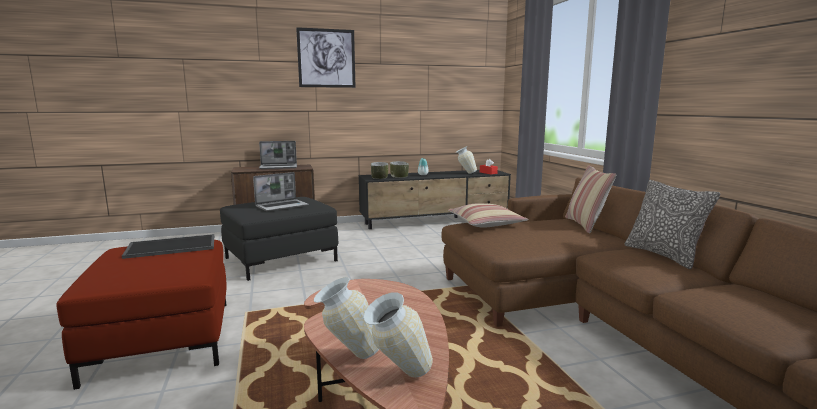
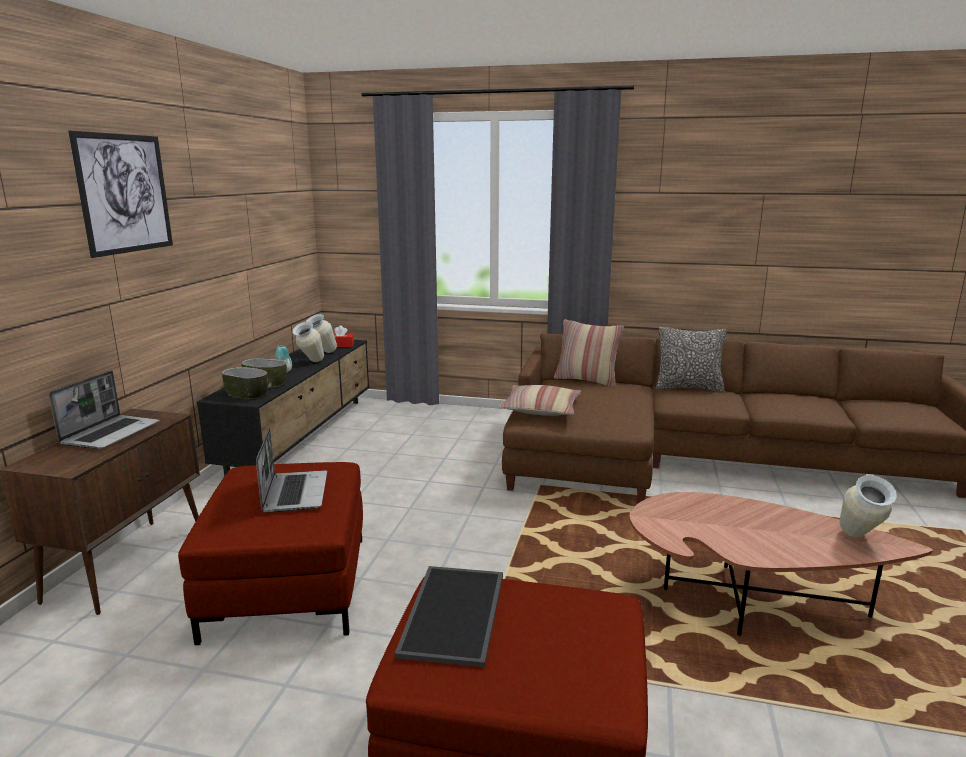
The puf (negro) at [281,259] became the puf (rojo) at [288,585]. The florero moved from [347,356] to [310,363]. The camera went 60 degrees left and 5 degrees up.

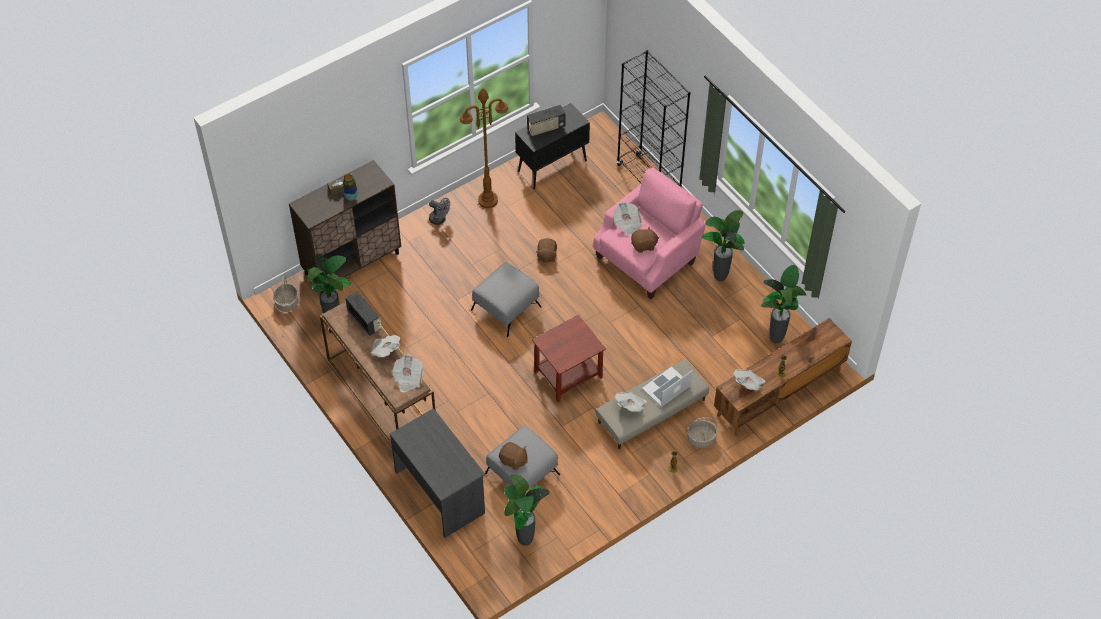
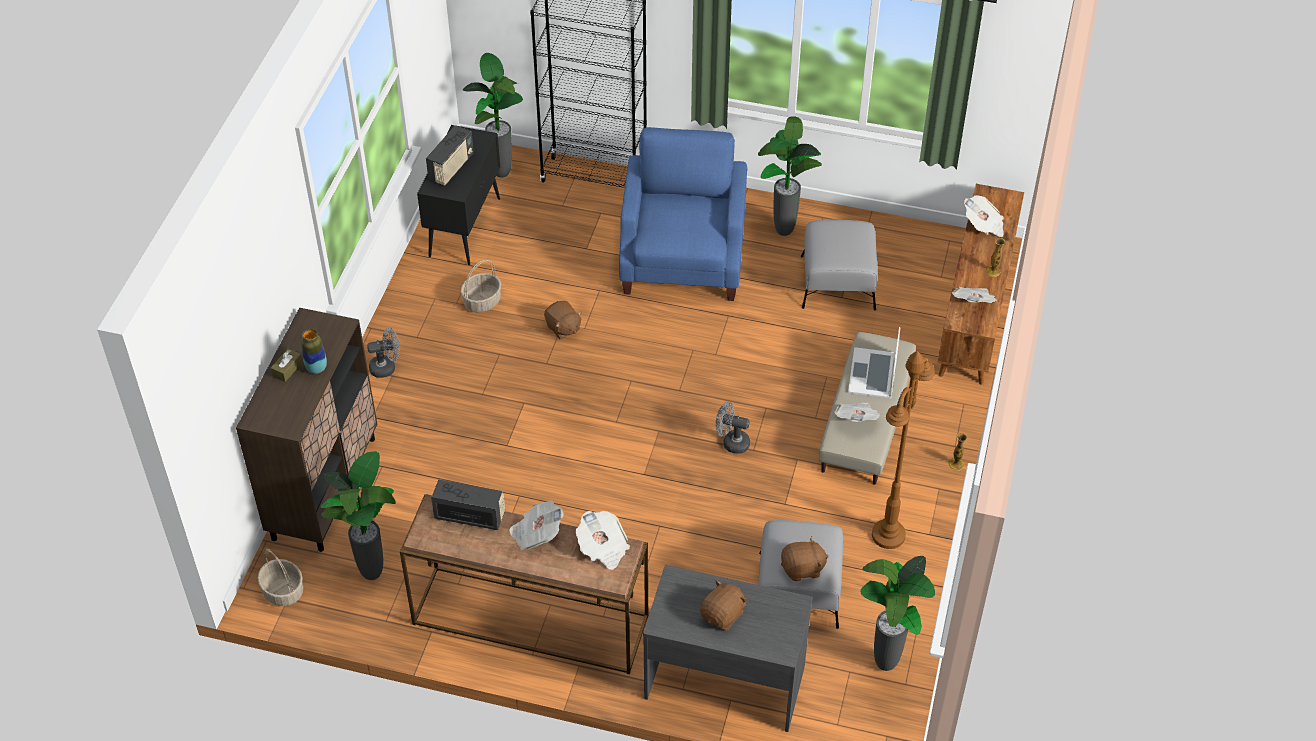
The lámpara de pie (marrón) moved from [487,200] to [888,535]. The sillón (rosa) at [647,258] became the sillón (azul) at [683,260]. The periódico moved from [627,224] to [983,225]. The peluche (marrón) moved from [644,245] to [723,614]. The puf (gris) moved from [506,308] to [838,282]. The planta en maceta moved from [777,339] to [502,172]. The mesa auxiliar (marrón) at [568,375] was replaced by the ventilador (gris) at [731,442]. The cesta moved from [701,438] to [482,301]. The camera went 40 degrees left and 5 degrees down.

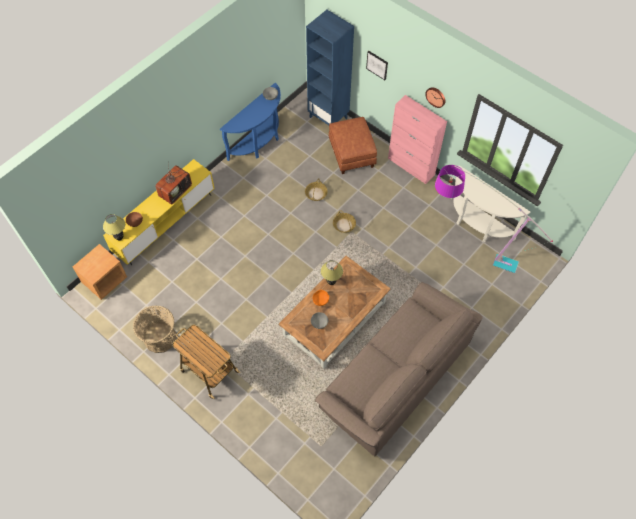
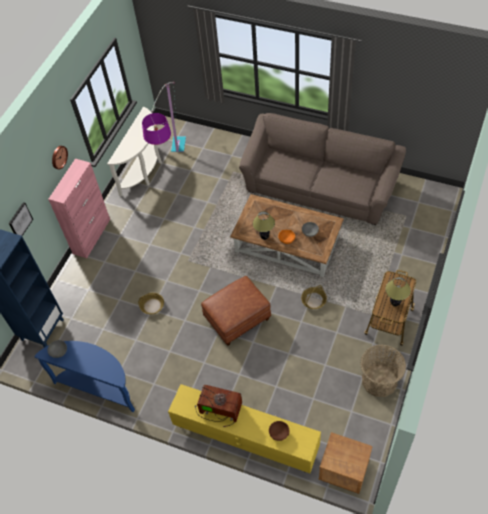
The puf (marrón) moved from [352,154] to [237,318]. The cesta moved from [344,225] to [313,300]. The lámpara de mesa moved from [119,238] to [395,303]. The camera went 105 degrees left and 5 degrees down.

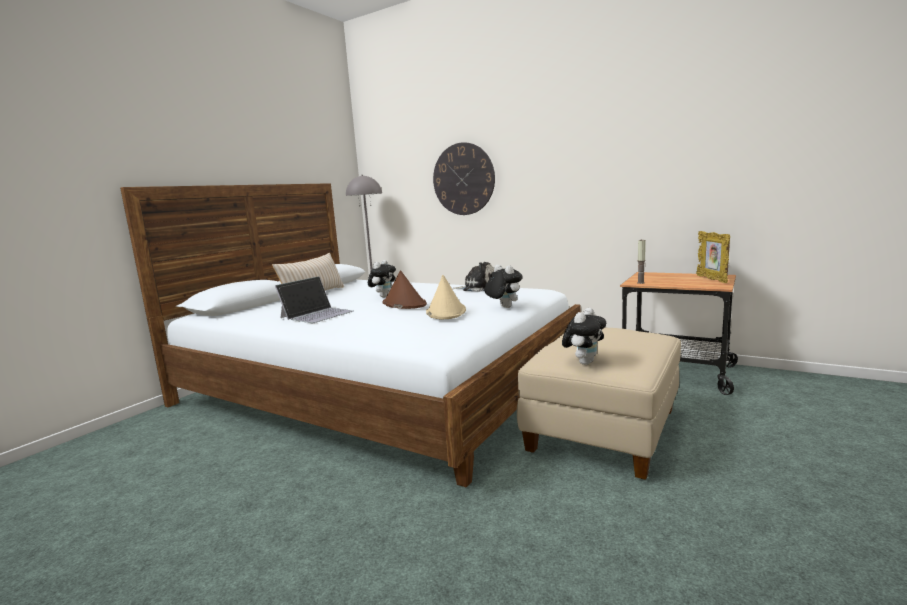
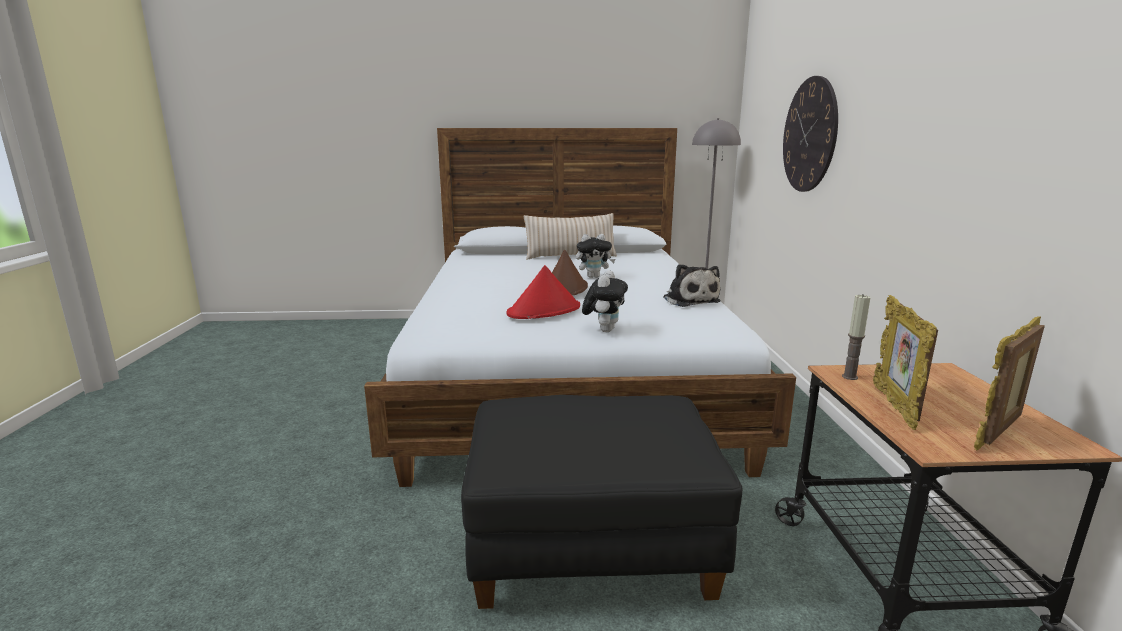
The sombrero (beis) at [445,312] became the sombrero (rojo) at [544,311]. The portátil at [317,314] disappeared. The peluche at [584,362] disappeared. The puf (beis) at [602,430] became the puf (negro) at [591,545]. The portarretratos at [894,406] appeared. The camera went 55 degrees right and 5 degrees up.

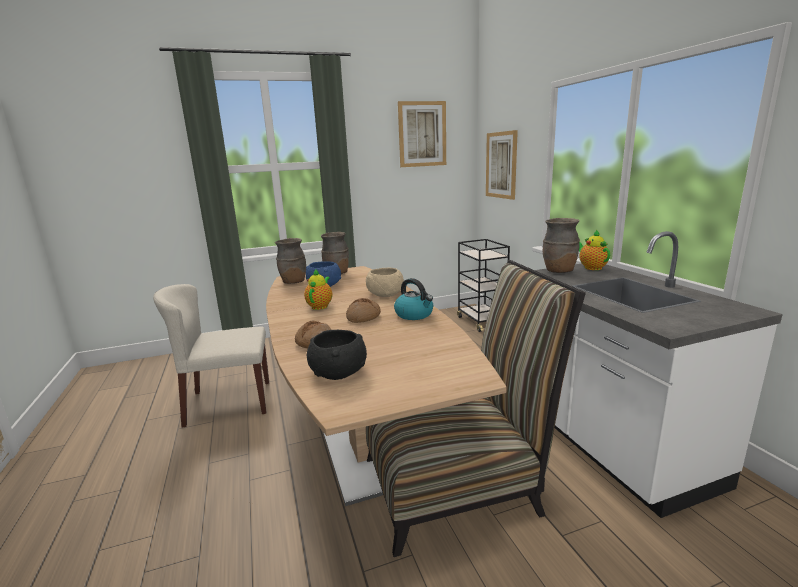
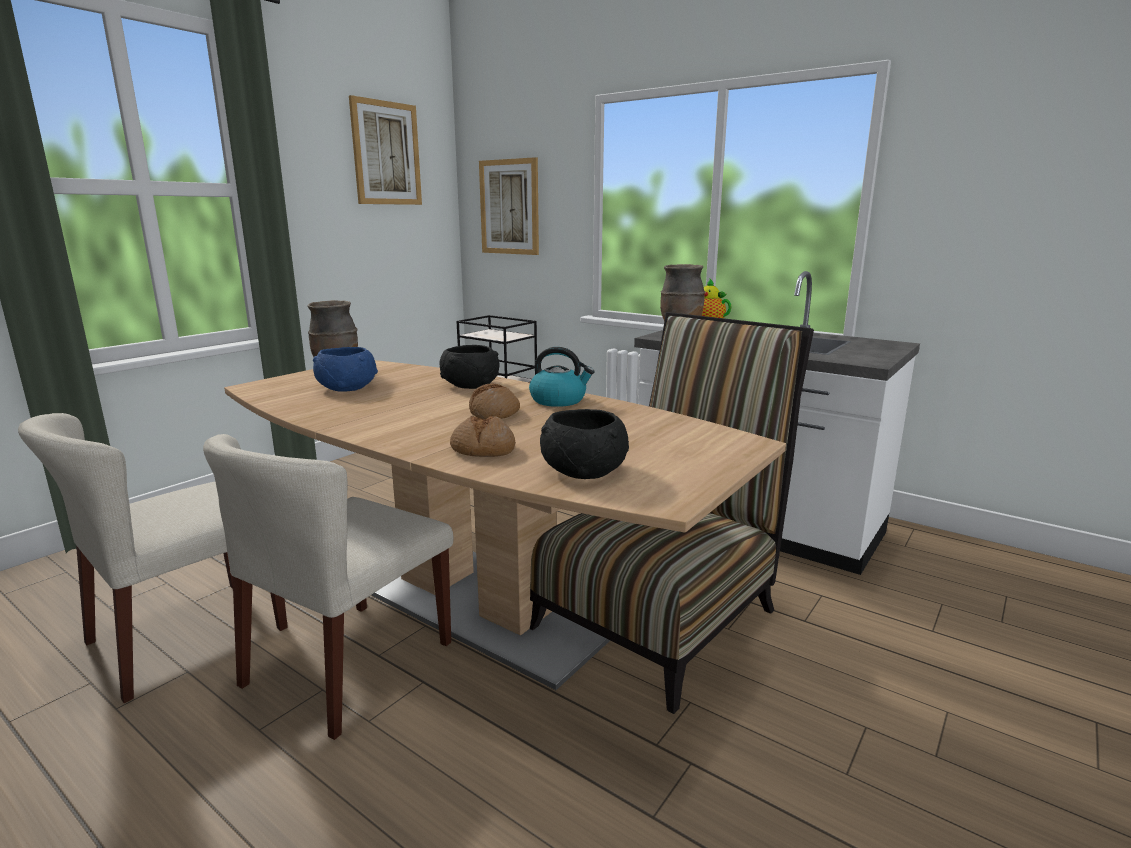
The florero (marrón) at [293,282] disappeared. The cuenco (beis) at [385,294] became the cuenco (negro) at [470,385]. The tetera at [320,306] disappeared. The silla (beis) at [349,664] appeared. The camera went 35 degrees left and 0 degrees up.

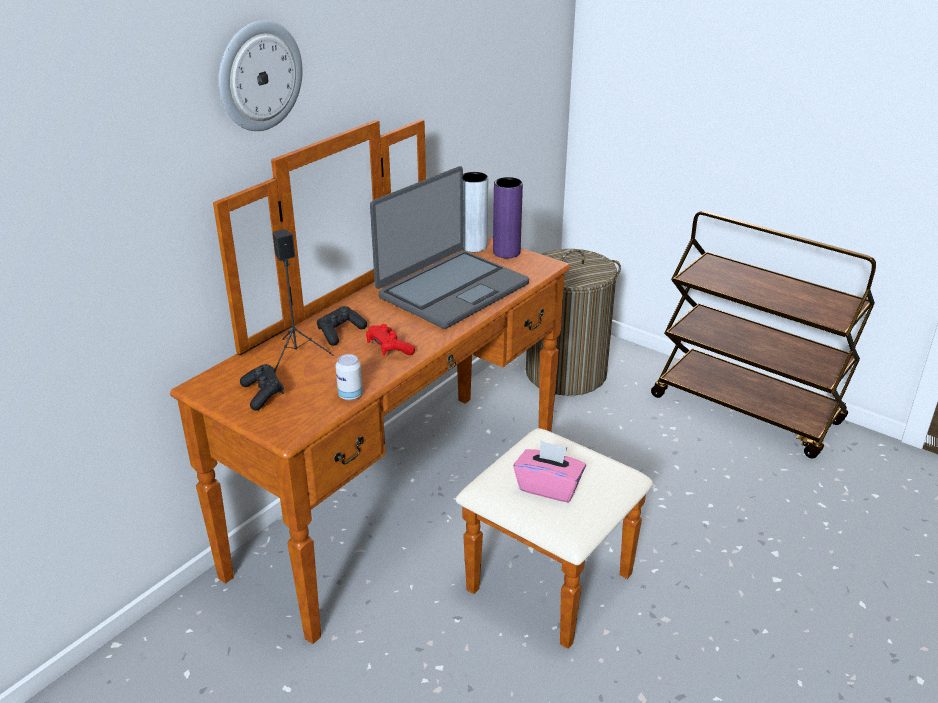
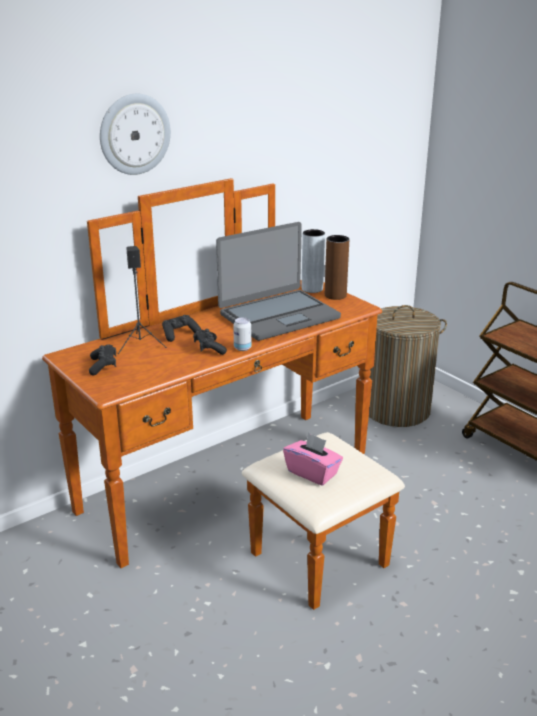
The florero (morado) at [506,252] became the florero (marrón) at [335,295]. The mando de consola (rojo) at [389,349] became the mando de consola (negro) at [209,348]. The lata moved from [350,395] to [242,348]. The camera went 15 degrees right and 5 degrees down.

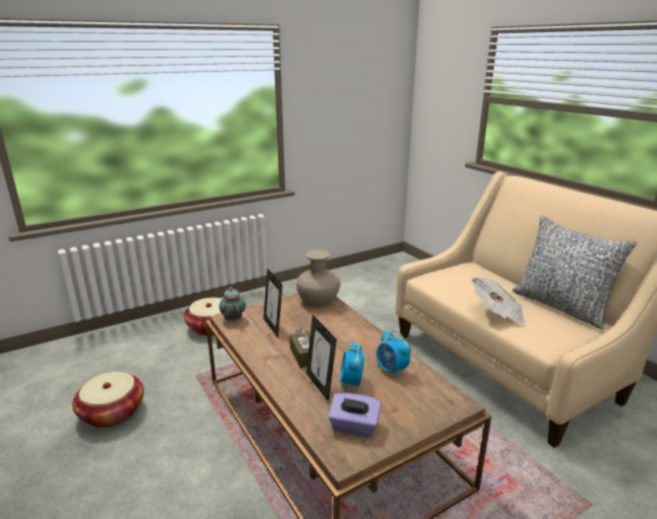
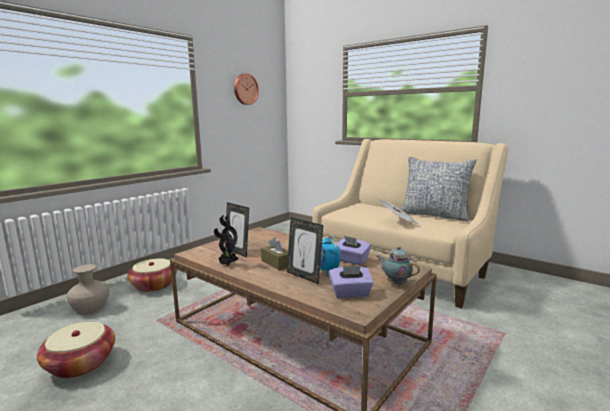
The florero (beis) moved from [318,300] to [90,308]. The tetera moved from [233,319] to [395,283]. The despertador at [391,370] was replaced by the caja de pañuelos (morado) at [351,260]. The reloj de pared at [245,89] appeared. The planta en maceta at [227,265] appeared. The camera went 20 degrees left and 10 degrees down.

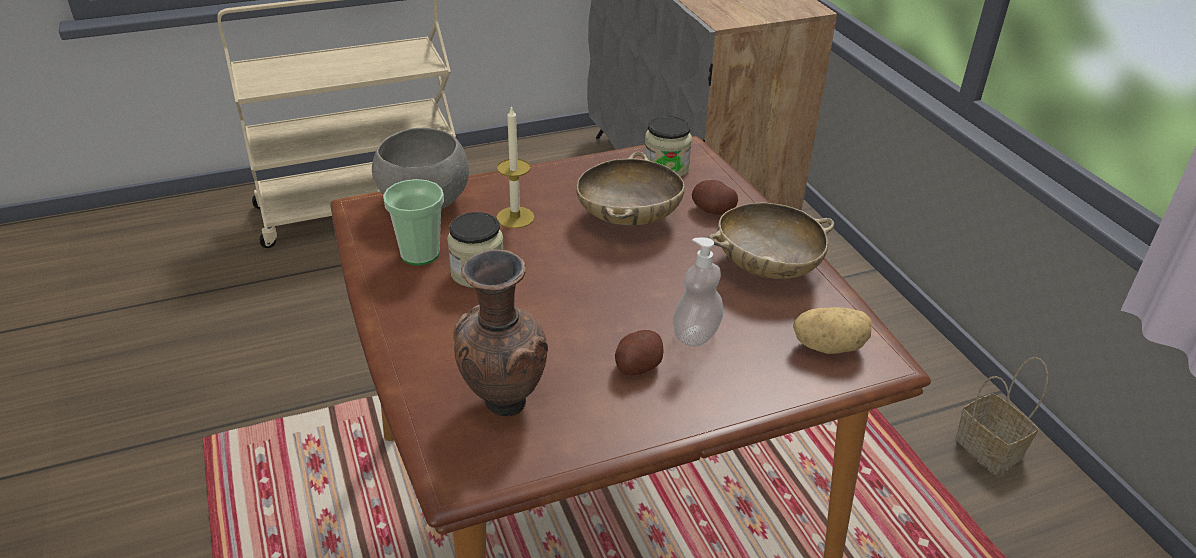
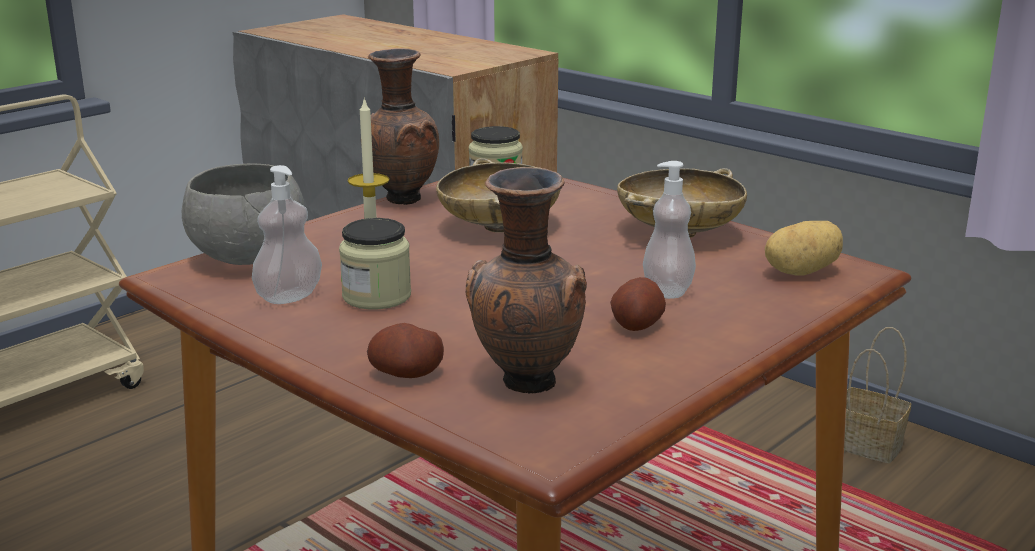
The taza at [420,254] was replaced by the dispensador de jabón at [289,297]. The patata moved from [713,210] to [406,374]. The florero (marrón) at [401,200] appeared. The camera went 25 degrees left and 15 degrees down.

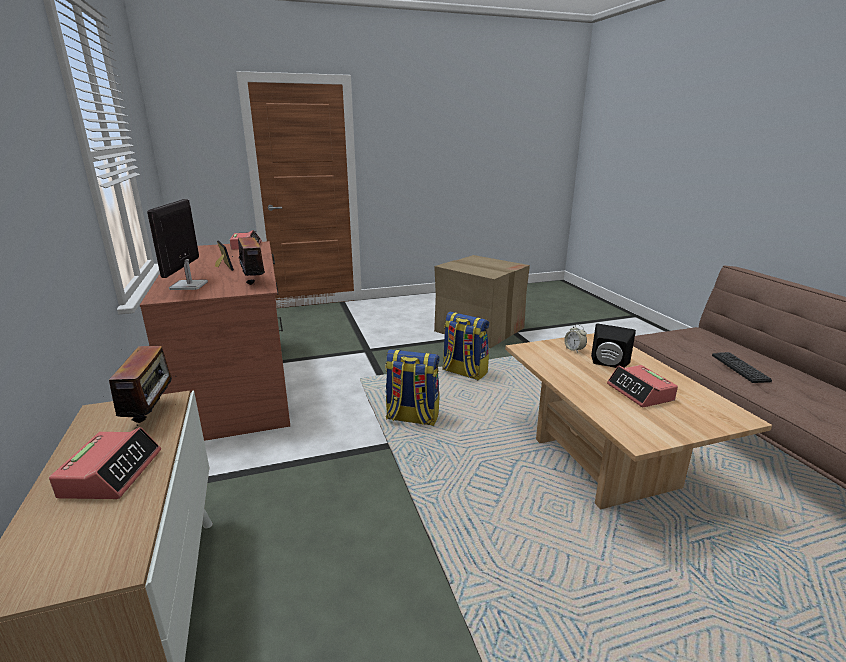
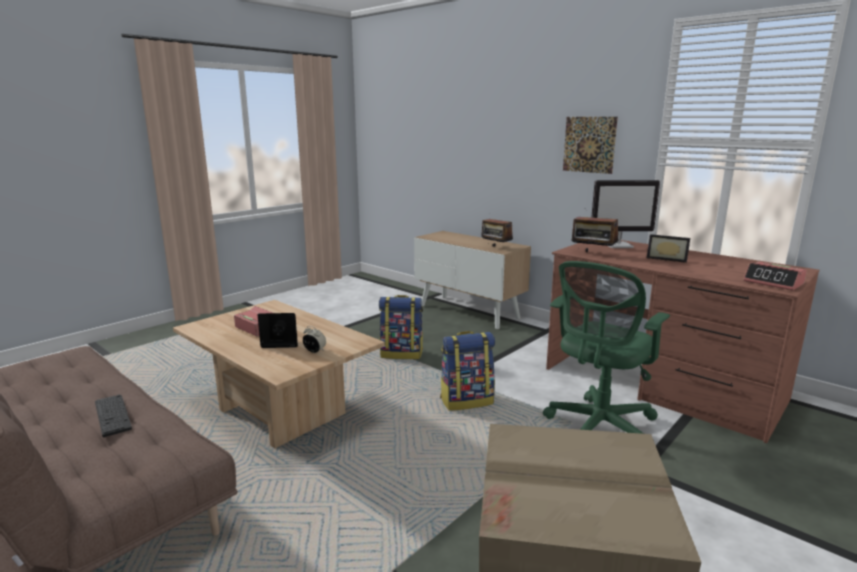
The monitor at [188,286] turned 120 degrees clockwise. The mochila moved from [464,372] to [402,354]. The despertador at [112,473] disappeared. The cuadro at [589,144] appeared. The silla de oficina (verde) at [598,428] appeared. The camera went 150 degrees right and 5 degrees down.

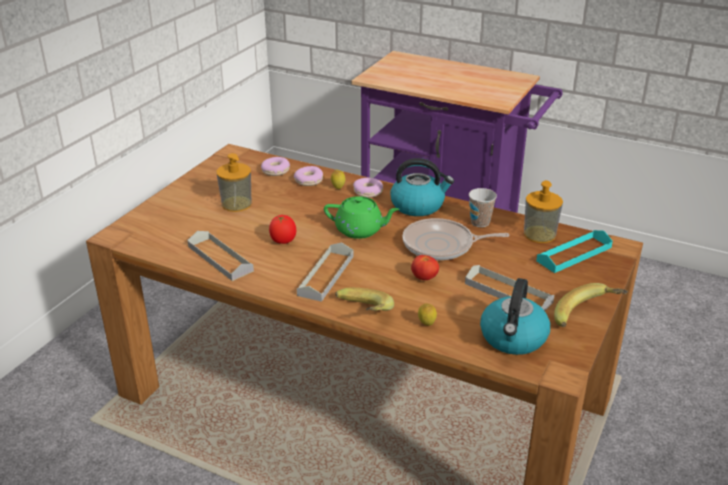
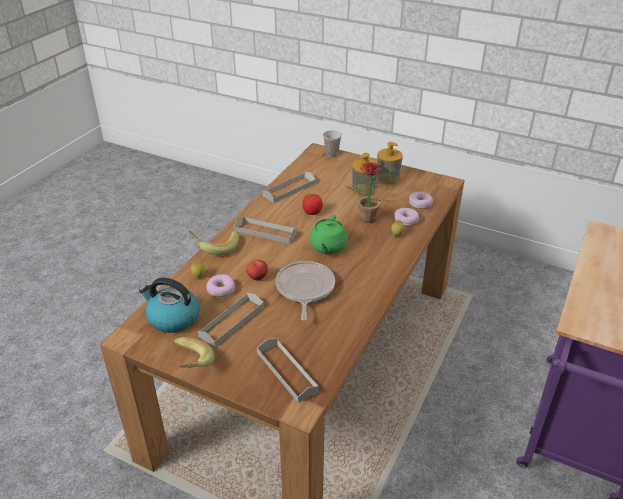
The hervidor at [418,205] disappeared. The rosquilla moved from [368,192] to [220,289]. The dispensador de jabón moved from [539,234] to [387,178]. The taza moved from [480,222] to [331,153]. The bandeja (turquesa) at [574,254] became the bandeja (gris) at [287,371]. The planta en maceta at [365,220] appeared. The camera went 90 degrees right and 5 degrees up.

